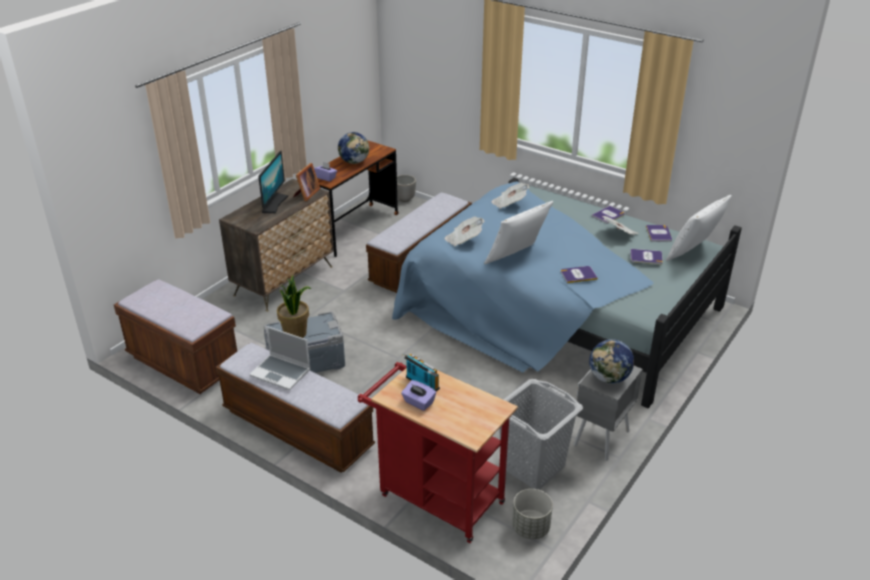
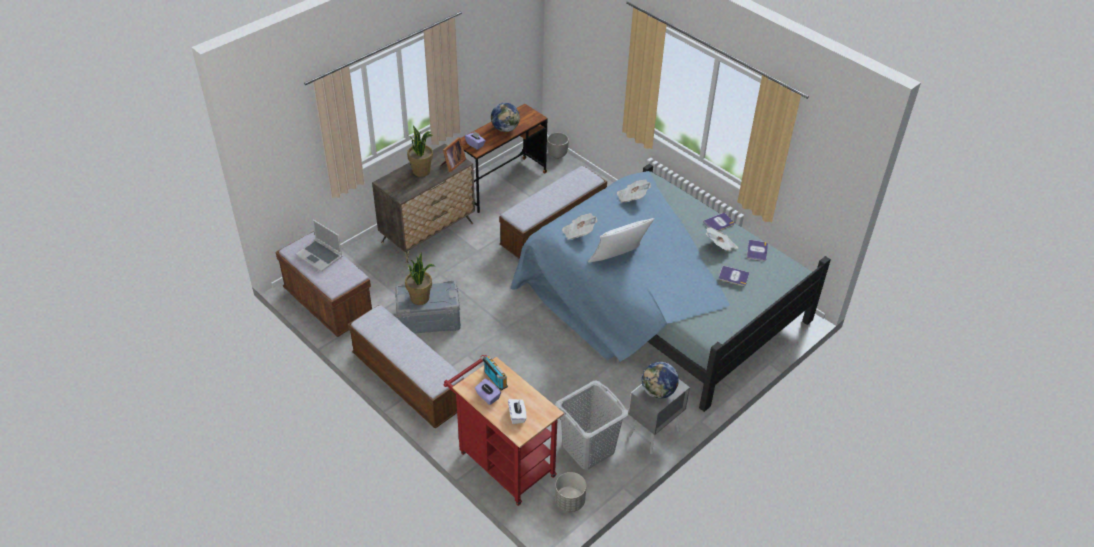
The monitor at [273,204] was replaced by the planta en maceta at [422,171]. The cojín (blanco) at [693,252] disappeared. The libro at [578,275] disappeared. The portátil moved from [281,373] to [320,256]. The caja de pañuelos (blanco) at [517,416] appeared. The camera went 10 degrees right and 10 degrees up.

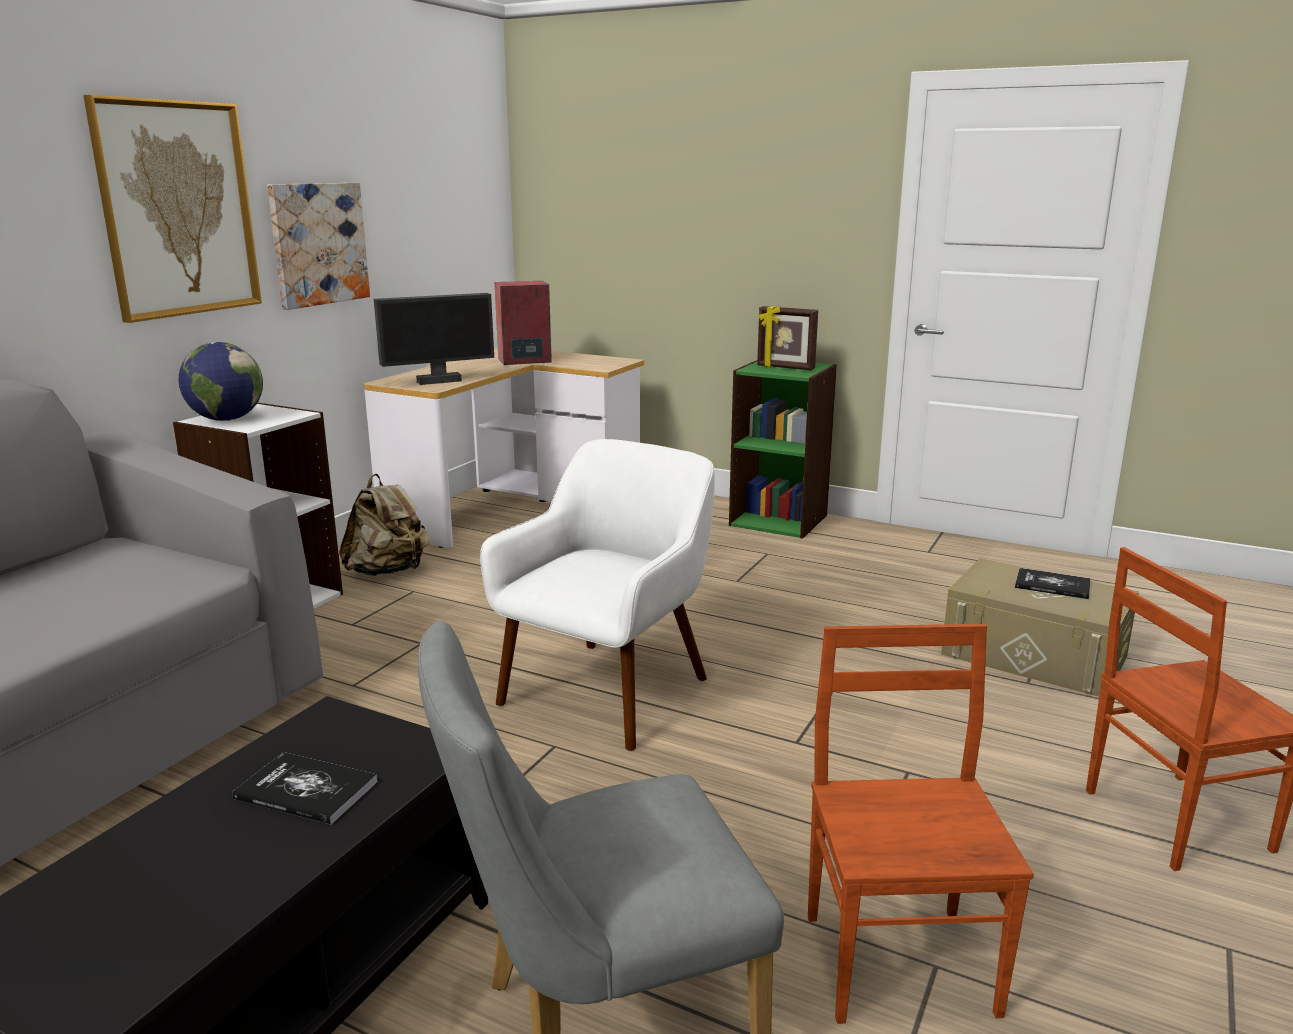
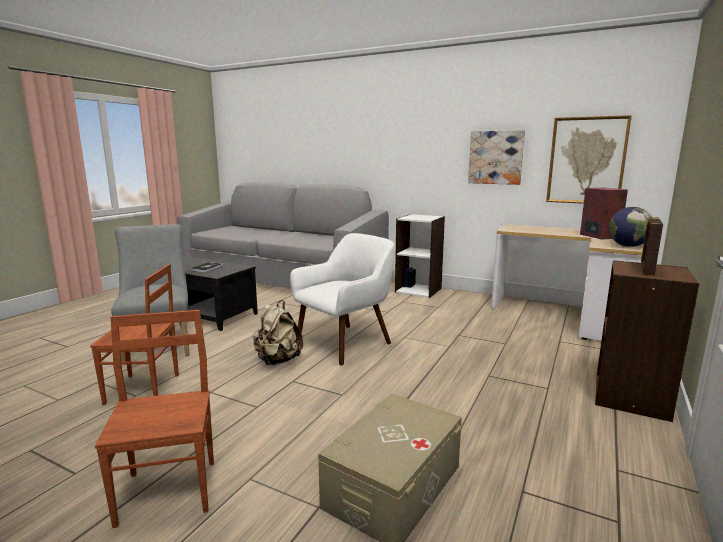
The cuadro moved from [178,209] to [586,160]. The monitor at [438,381] disappeared. The globo terráqueo moved from [226,419] to [628,246]. The estantería (verde) at [779,520] became the estantería (marrón) at [632,397]. The sillón (blanco) at [608,691] turned 75 degrees counterclockwise. The mochila (beis) moved from [388,571] to [277,361]. The libro at [1052,585] disappeared. The camera went 90 degrees right and 5 degrees down.

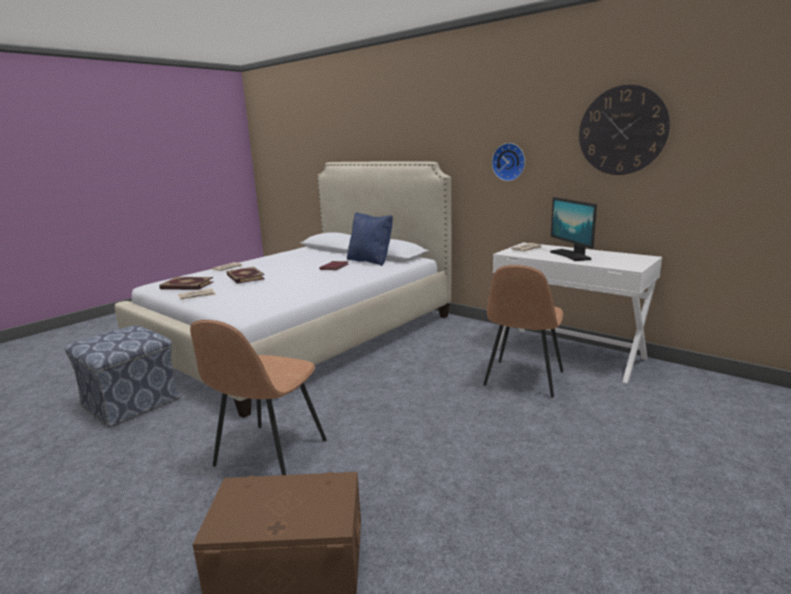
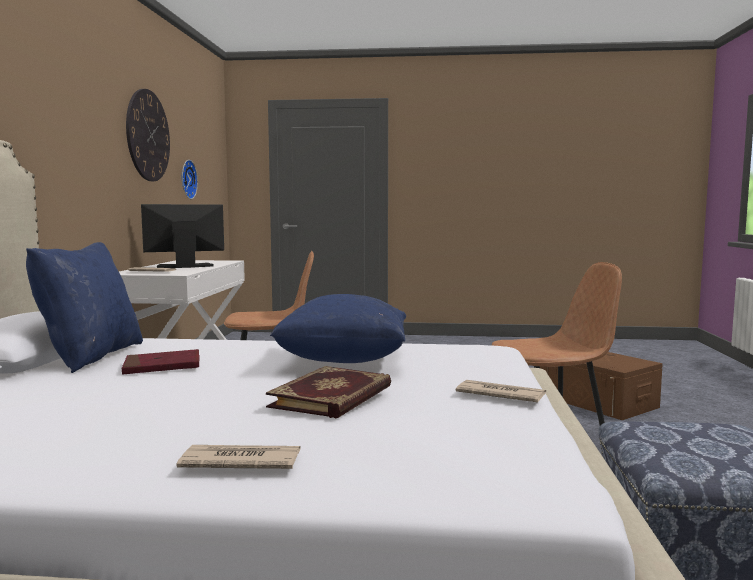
The reloj de pared moved from [509,162] to [186,179]. The monitor at [571,255] turned 150 degrees counterclockwise. The libro at [187,286] disappeared. The cojín (azul) at [344,361] appeared. The camera went 125 degrees left and 10 degrees down.

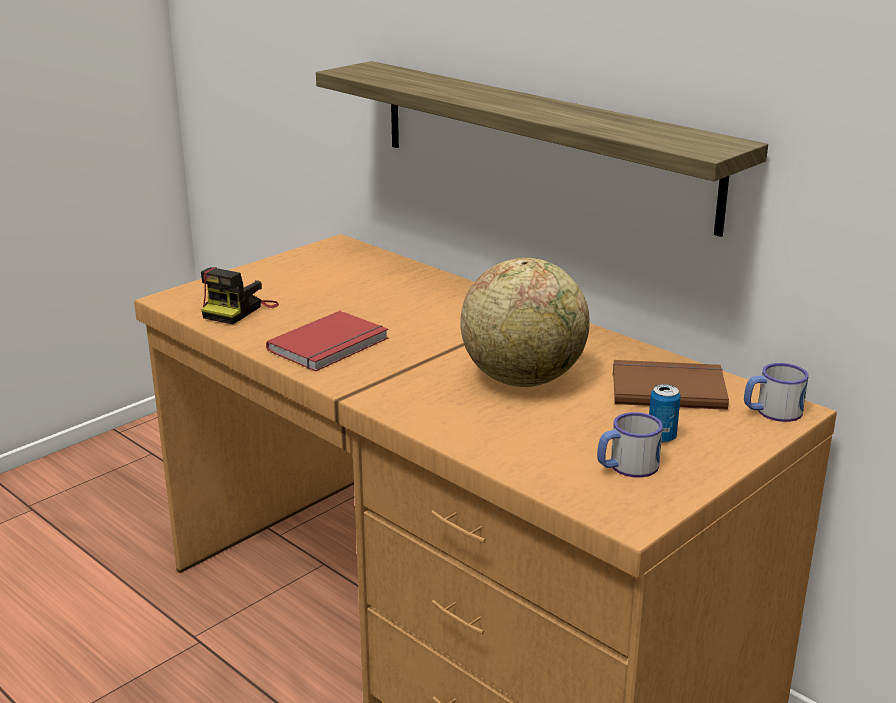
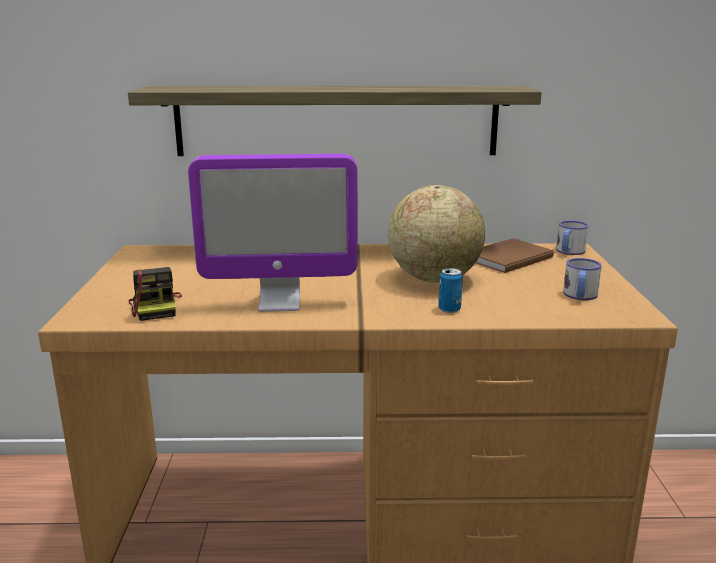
The libro (rojo) at [331,345] was replaced by the monitor at [279,303]. The lata moved from [661,437] to [449,309]. The camera went 45 degrees left and 5 degrees down.

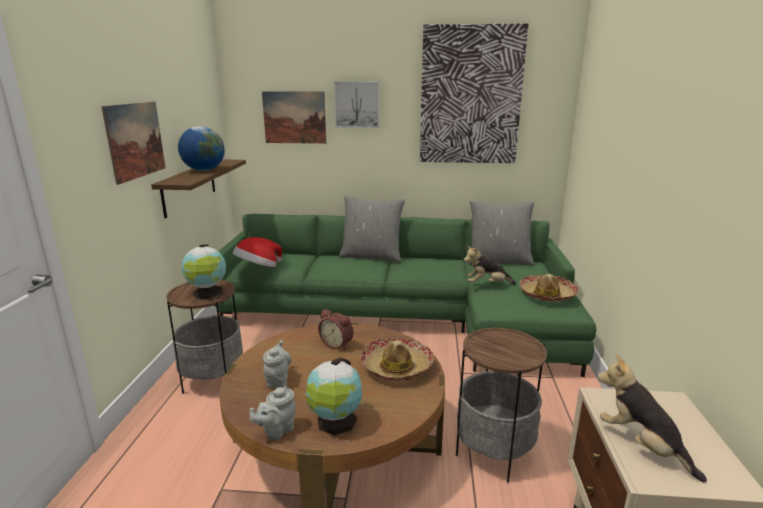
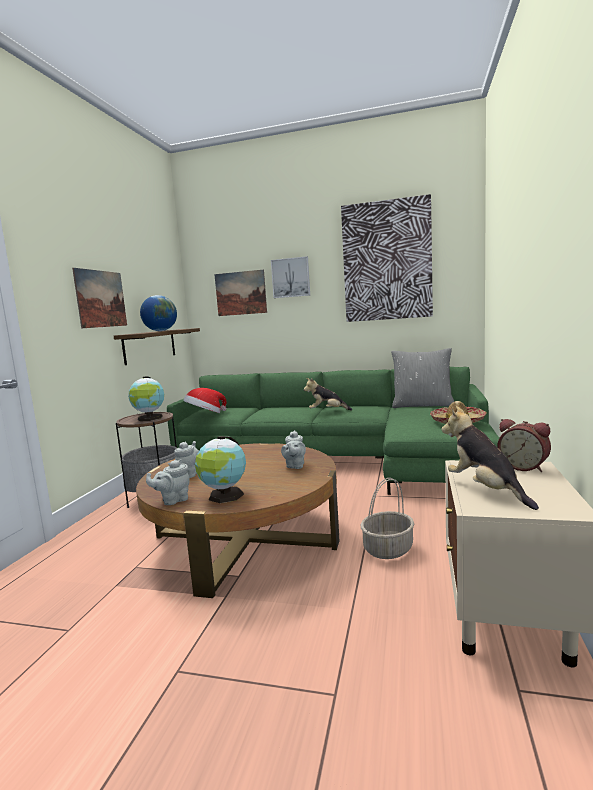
The cojín (gris) at [371,256] disappeared. The peluche moved from [487,284] to [327,411]. The despertador moved from [337,344] to [524,467]. The mesa auxiliar at [493,452] was replaced by the cesta at [388,549]. The sombrero at [397,367] was replaced by the tetera (gris) at [295,466]. The camera went 10 degrees right and 10 degrees down.

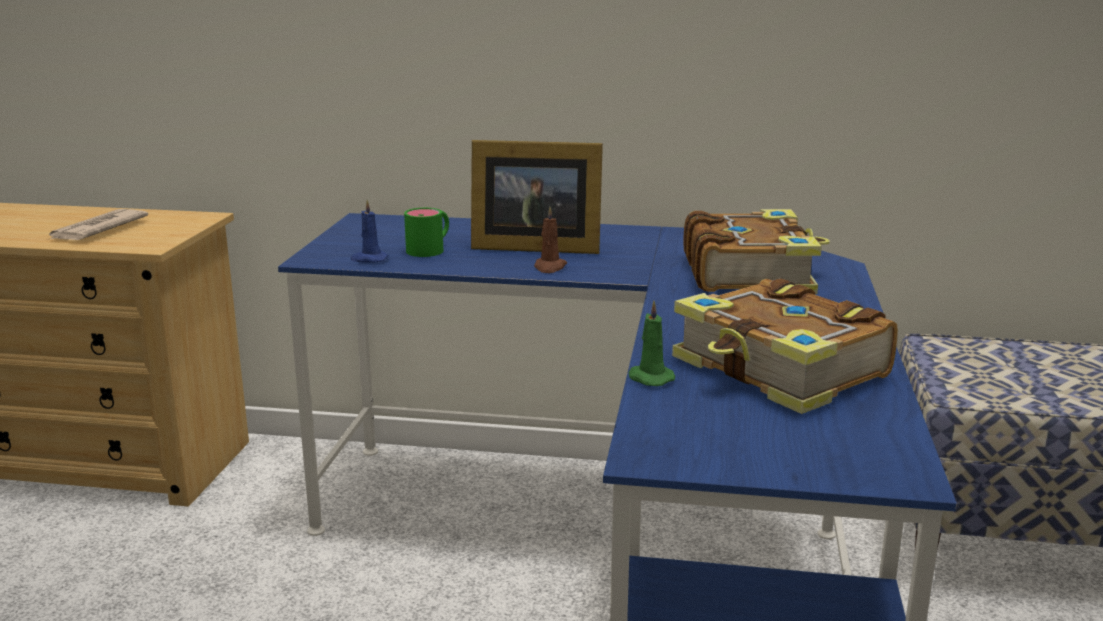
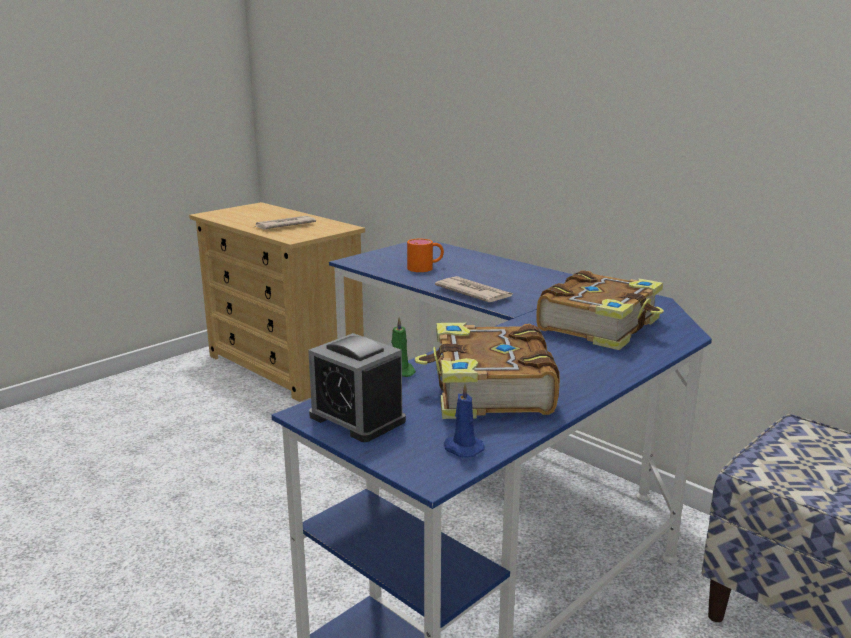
The portarretratos at [532,246] disappeared. The vela (azul) moved from [369,259] to [462,448]. The vela (marrón) at [549,267] was replaced by the periódico at [473,293]. The taza grande (verde) at [431,249] became the taza grande (naranja) at [425,268]. The despertador at [357,418] appeared. The camera went 35 degrees right and 0 degrees up.

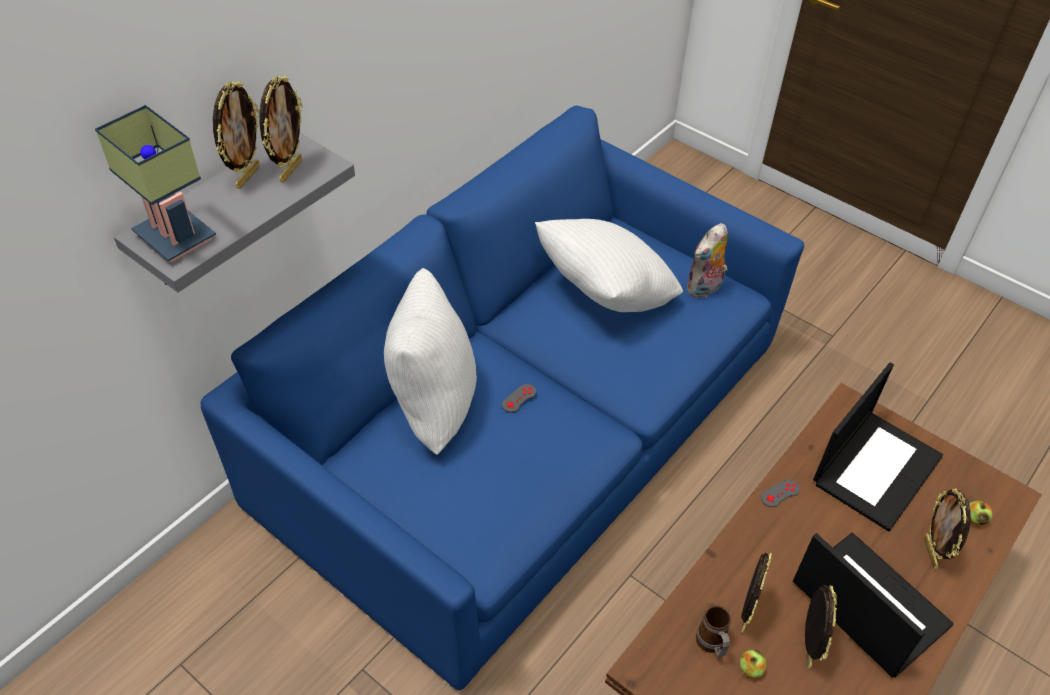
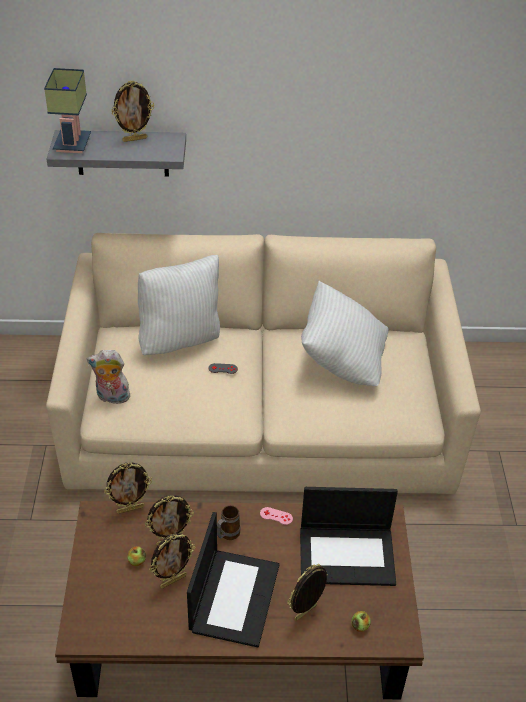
The portarretratos moved from [290,170] to [130,509]. The sofá (azul) at [523,424] became the sofá (beis) at [262,413]. The peluche moved from [704,289] to [111,397]. The mando de consola (gris) at [780,493] became the mando de consola (rosa) at [276,516]. The taza grande moved from [711,645] to [227,535]. The camera went 50 degrees right and 5 degrees down.

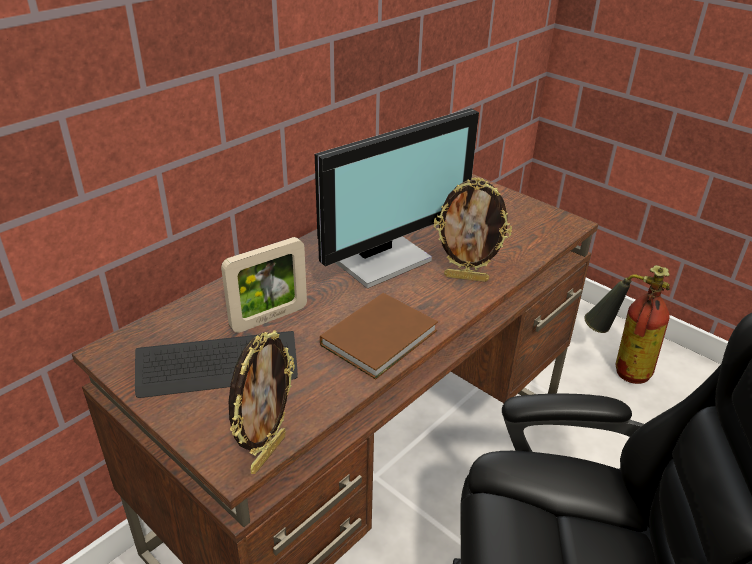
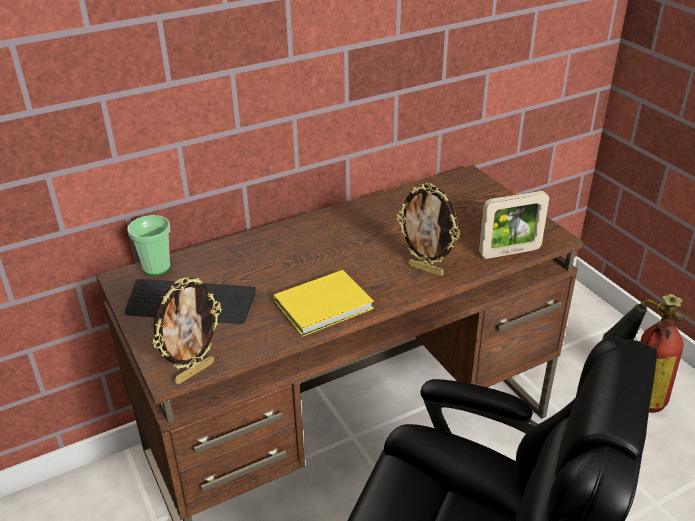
The monitor at [379,257] disappeared. The portarretratos moved from [269,318] to [509,252]. The libro (marrón) at [382,337] became the libro (amarillo) at [326,305]. The taza at [156,267] appeared. The camera went 20 degrees right and 0 degrees up.

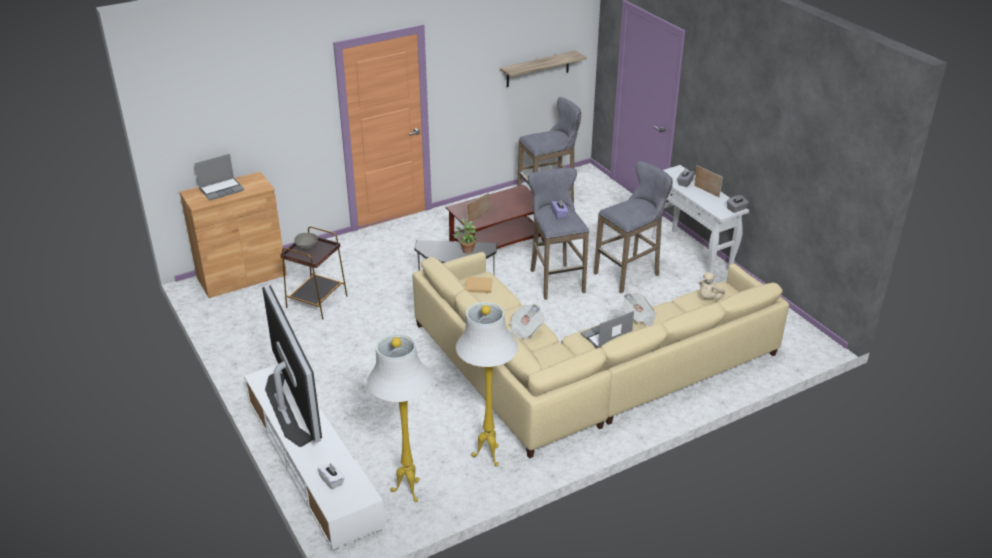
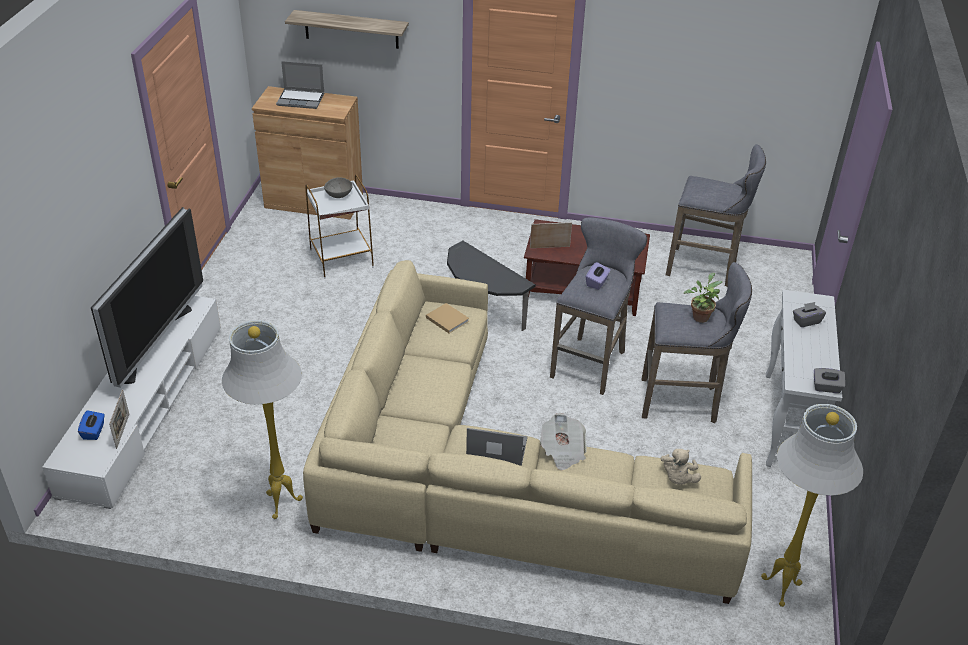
The estante moved from [538,69] to [351,29]. The portarretratos moved from [706,191] to [122,431]. The planta en maceta moved from [466,250] to [700,316]. The mesa auxiliar (marrón) at [316,302] became the mesa auxiliar (blanco) at [341,258]. The peluche (beis) at [708,298] turned 60 degrees counterclockwise. The periódico at [524,330] disappeared. The lámpara de pie (blanco) moved from [407,492] to [779,589]. The caja de pañuelos (blanco) at [332,481] became the caja de pañuelos (azul) at [94,431]. The camera went 40 degrees right and 5 degrees up.

